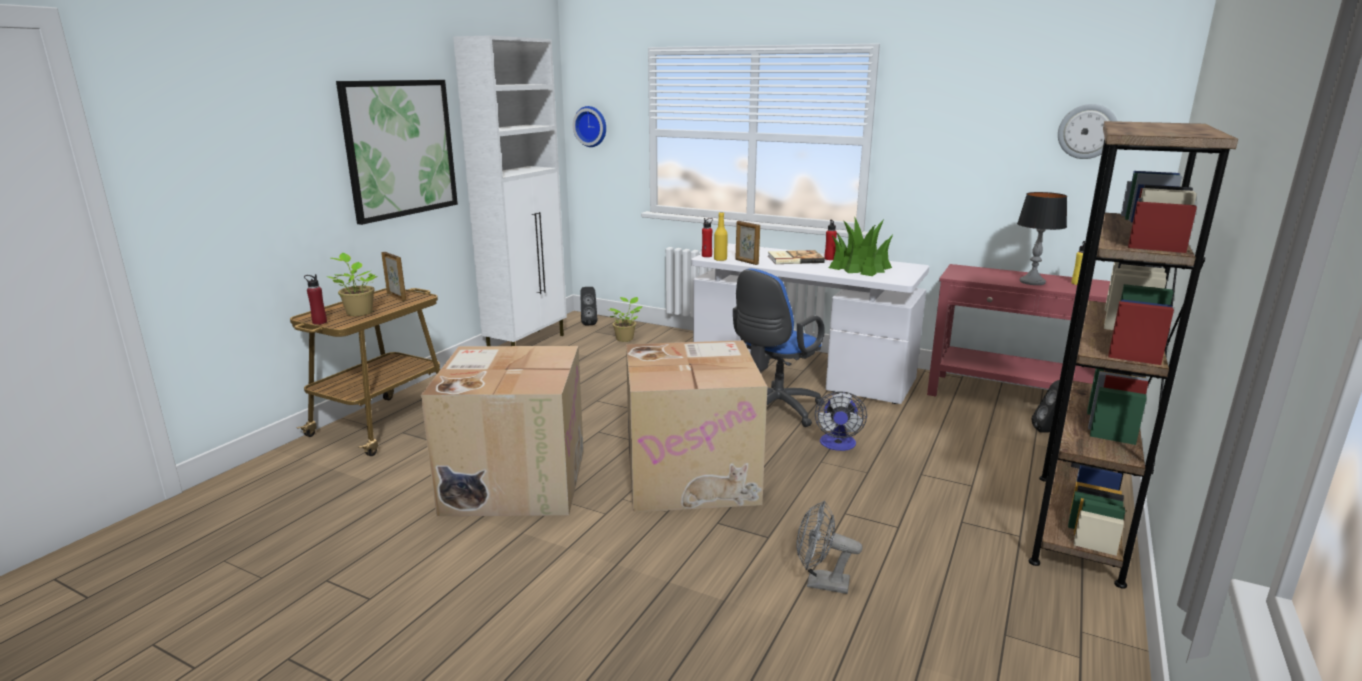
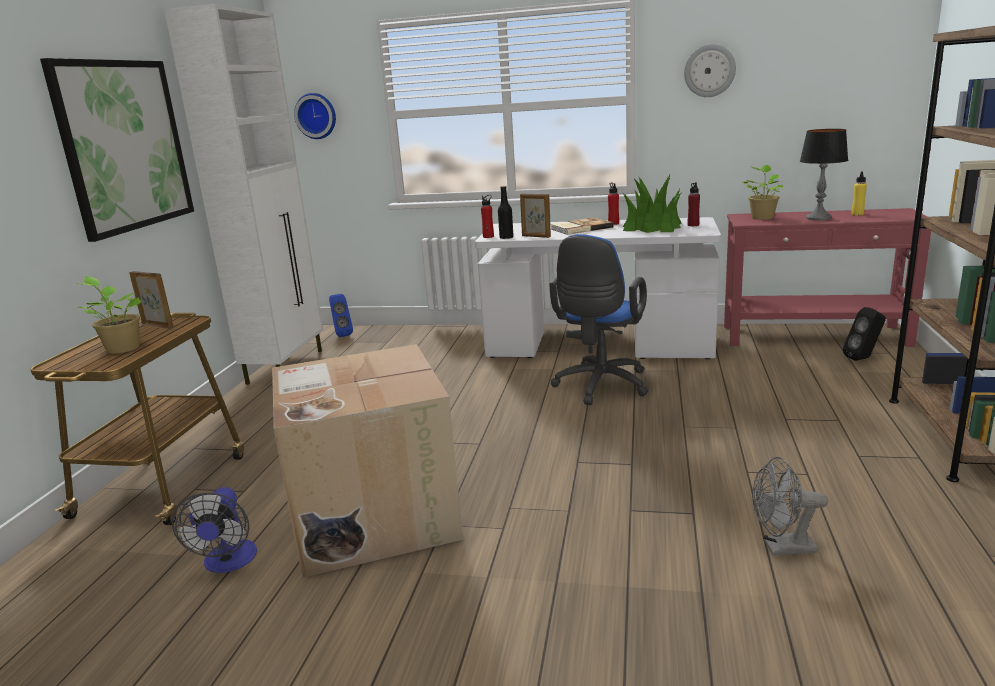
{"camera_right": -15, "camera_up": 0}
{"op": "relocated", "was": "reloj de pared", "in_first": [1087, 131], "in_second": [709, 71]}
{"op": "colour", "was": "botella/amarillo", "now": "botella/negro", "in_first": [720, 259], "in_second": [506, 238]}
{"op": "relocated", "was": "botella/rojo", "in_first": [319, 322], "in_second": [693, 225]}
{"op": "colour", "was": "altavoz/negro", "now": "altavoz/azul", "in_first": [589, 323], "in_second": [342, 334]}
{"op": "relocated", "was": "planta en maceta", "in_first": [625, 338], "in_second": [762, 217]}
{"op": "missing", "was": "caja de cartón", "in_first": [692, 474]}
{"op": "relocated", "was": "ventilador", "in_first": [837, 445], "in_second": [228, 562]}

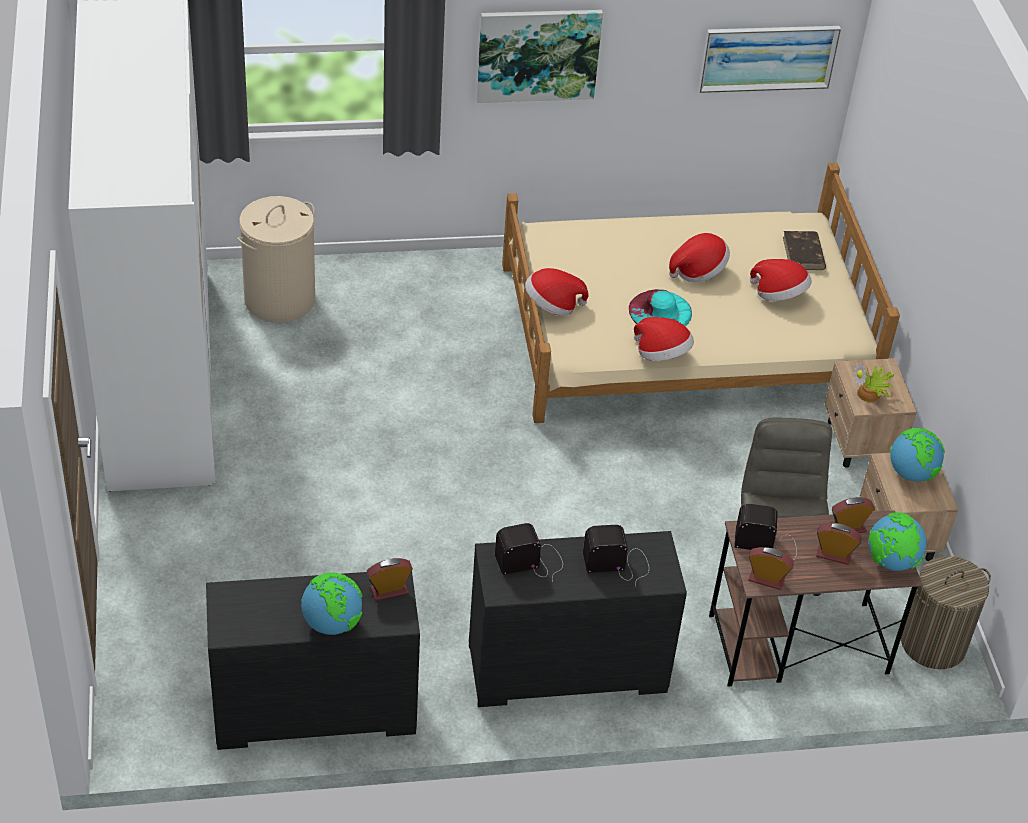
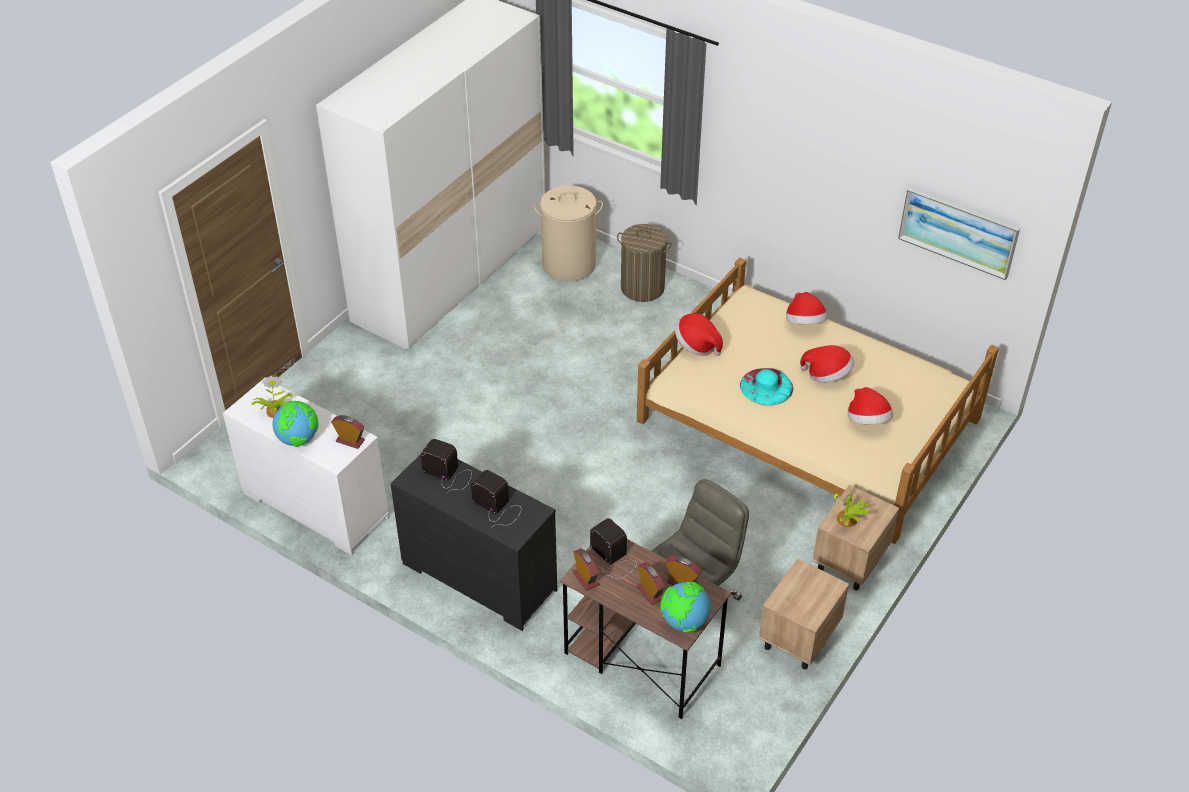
{"camera_right": 45, "camera_up": 0}
{"op": "missing", "was": "cuadro", "in_first": [538, 54]}
{"op": "missing", "was": "libro/marrón", "in_first": [803, 253]}
{"op": "relocated", "was": "sombrero", "in_first": [662, 354], "in_second": [805, 323]}
{"op": "missing", "was": "globo terráqueo", "in_first": [911, 473]}
{"op": "relocated", "was": "cesto de la ropa", "in_first": [933, 643], "in_second": [642, 288]}
{"op": "colour", "was": "cómoda/negro", "now": "cómoda/blanco", "in_first": [314, 711], "in_second": [314, 506]}
{"op": "appeared", "now": "planta en maceta", "in_second": [275, 411]}

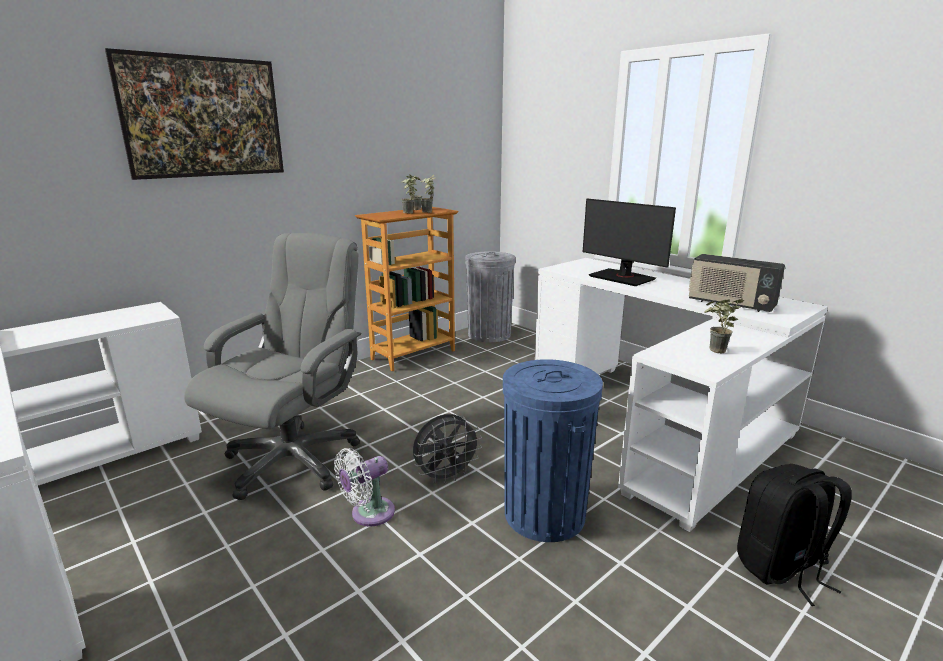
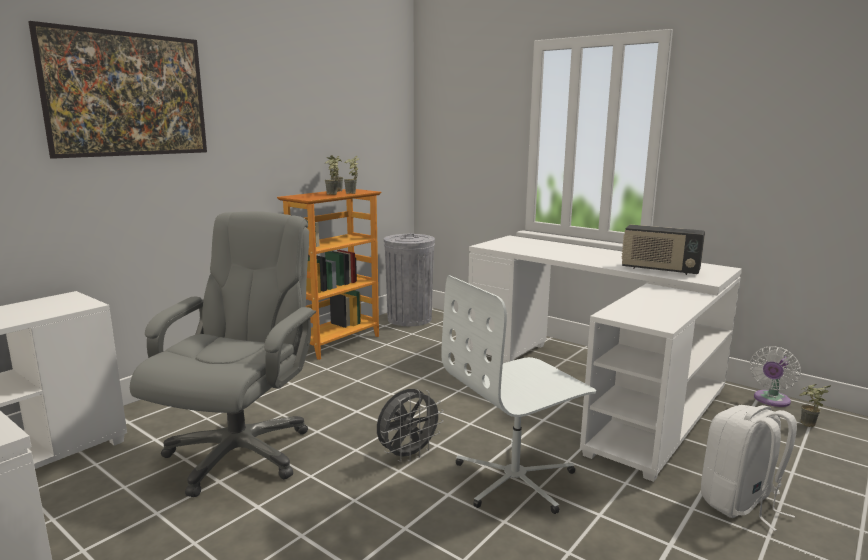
{"camera_right": -10, "camera_up": -5}
{"op": "missing", "was": "monitor", "in_first": [622, 278]}
{"op": "relocated", "was": "planta en maceta", "in_first": [714, 351], "in_second": [806, 425]}
{"op": "exchanged", "was": "papelera/azul", "now": "silla de oficina/blanco", "in_first": [544, 514], "in_second": [516, 479]}
{"op": "relocated", "was": "ventilador/blanco", "in_first": [368, 514], "in_second": [770, 400]}
{"op": "colour", "was": "mochila/negro", "now": "mochila/blanco", "in_first": [781, 568], "in_second": [740, 504]}

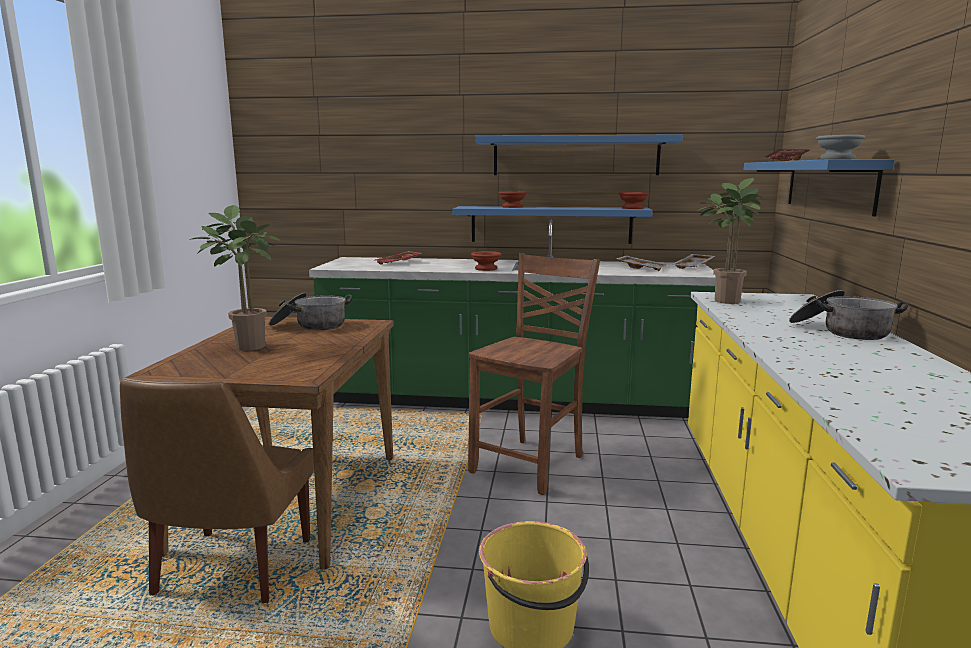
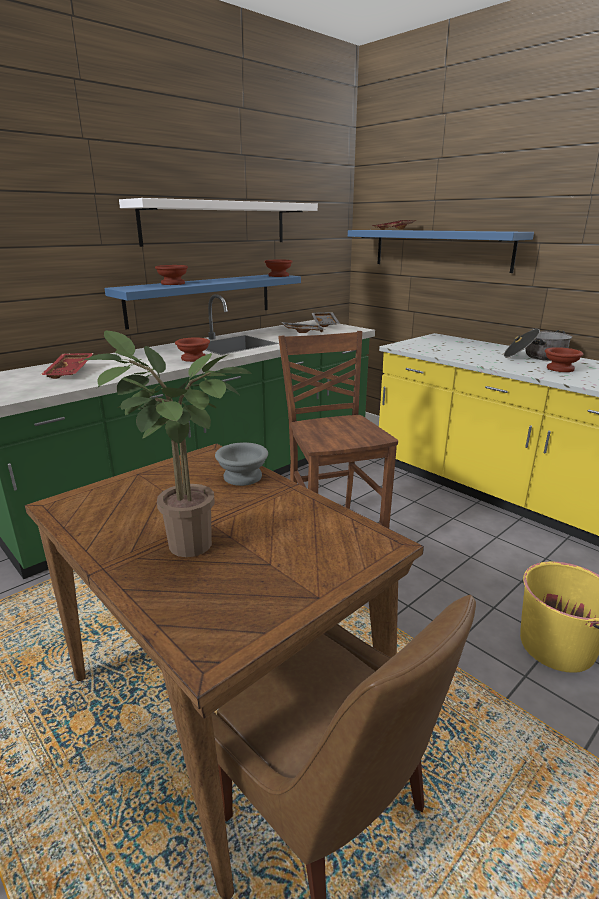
{"camera_right": -50, "camera_up": 10}
{"op": "colour", "was": "estante/azul", "now": "estante/blanco", "in_first": [575, 156], "in_second": [216, 223]}
{"op": "relocated", "was": "cuenco/gris", "in_first": [837, 159], "in_second": [242, 476]}
{"op": "missing", "was": "planta en maceta", "in_first": [724, 300]}
{"op": "missing", "was": "olla", "in_first": [310, 325]}
{"op": "appeared", "now": "cuenco/marrón", "in_second": [559, 369]}

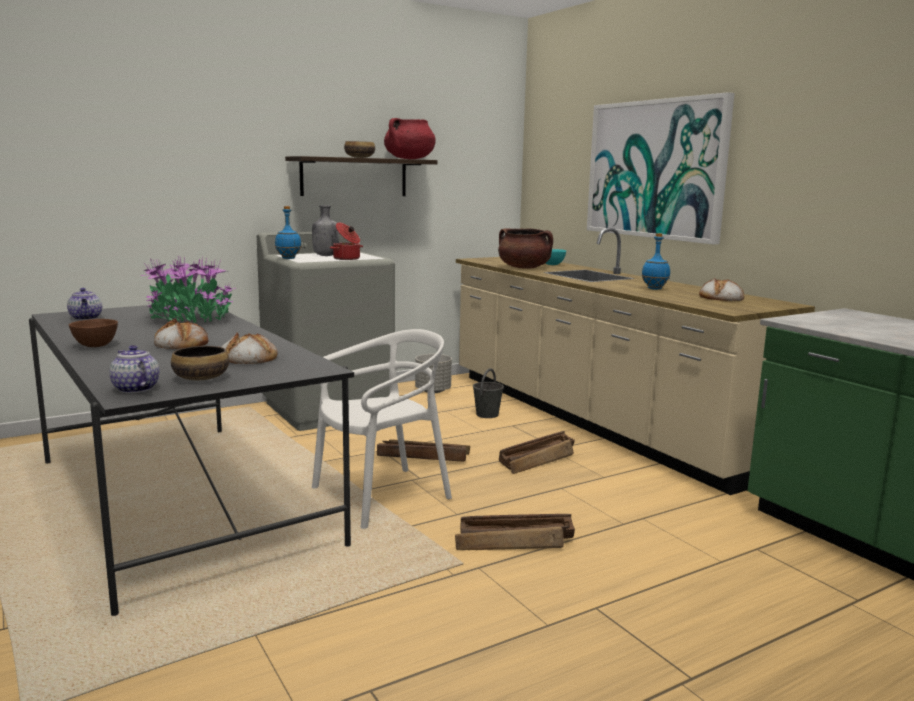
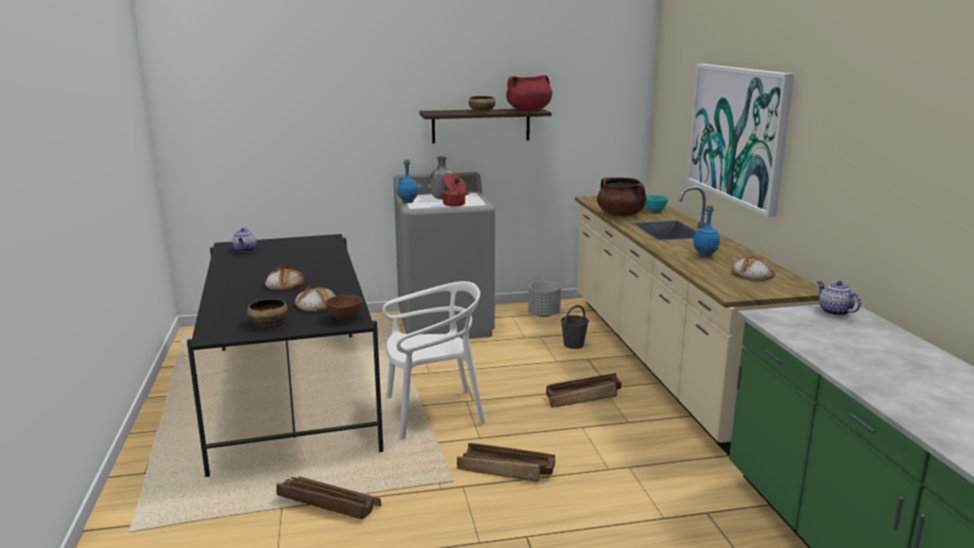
{"camera_right": 20, "camera_up": 5}
{"op": "missing", "was": "planta en maceta", "in_first": [190, 319]}
{"op": "relocated", "was": "cuenco/marrón", "in_first": [95, 346], "in_second": [344, 319]}
{"op": "relocated", "was": "tetera", "in_first": [135, 389], "in_second": [834, 311]}
{"op": "relocated", "was": "caja de embalaje", "in_first": [422, 459], "in_second": [328, 504]}

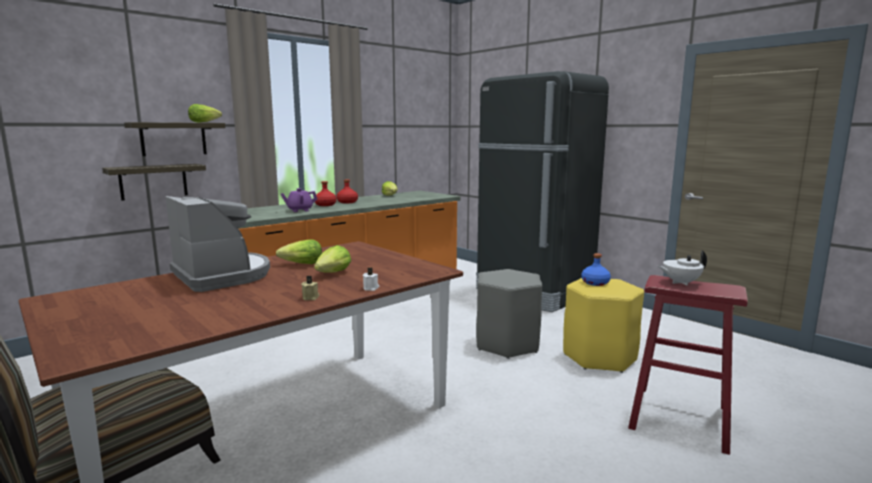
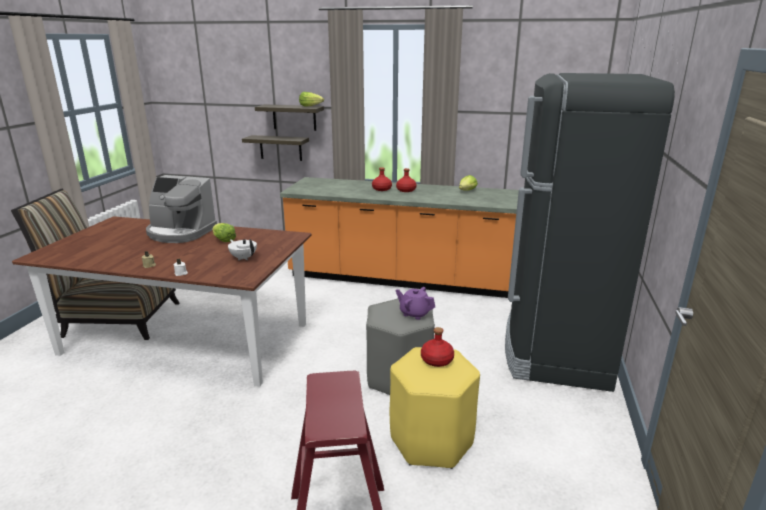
{"camera_right": 55, "camera_up": 10}
{"op": "relocated", "was": "tetera/morado", "in_first": [300, 210], "in_second": [414, 313]}
{"op": "spun", "was": "cafetera", "in_first": [222, 275], "in_second": [180, 232], "clockwise": 90}
{"op": "missing", "was": "lechuga", "in_first": [333, 273]}
{"op": "relocated", "was": "tetera/blanco", "in_first": [680, 282], "in_second": [243, 258]}
{"op": "colour", "was": "botella/azul", "now": "botella/rojo", "in_first": [595, 283], "in_second": [436, 360]}

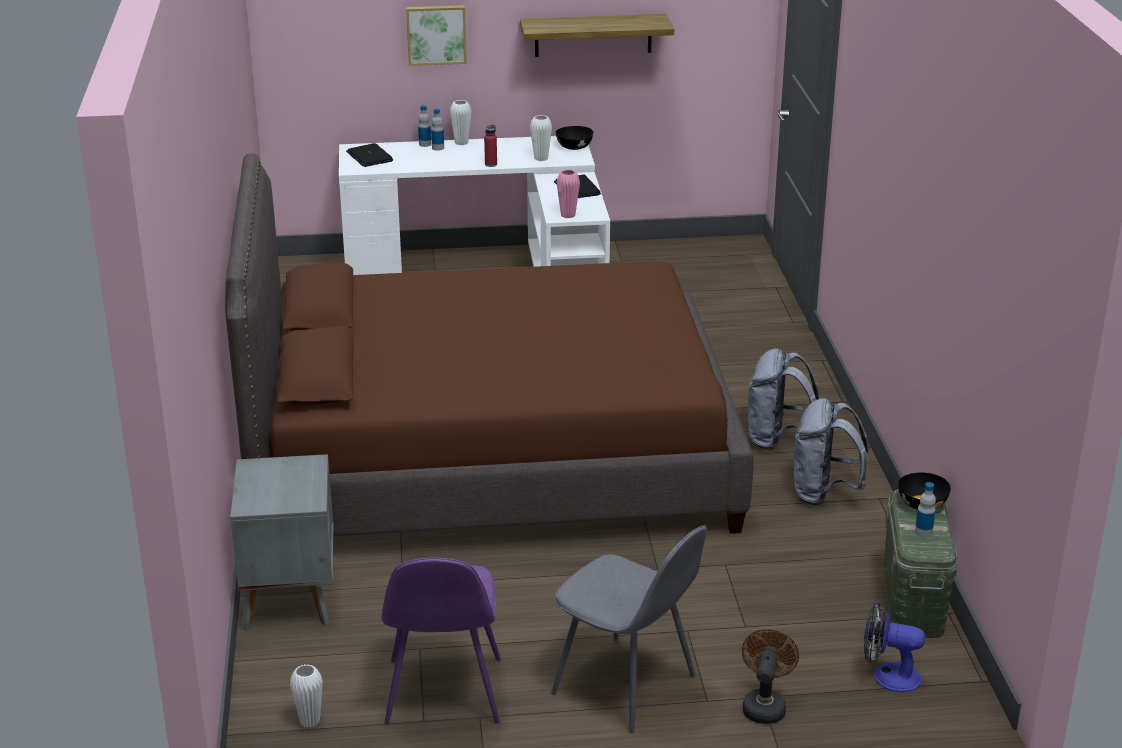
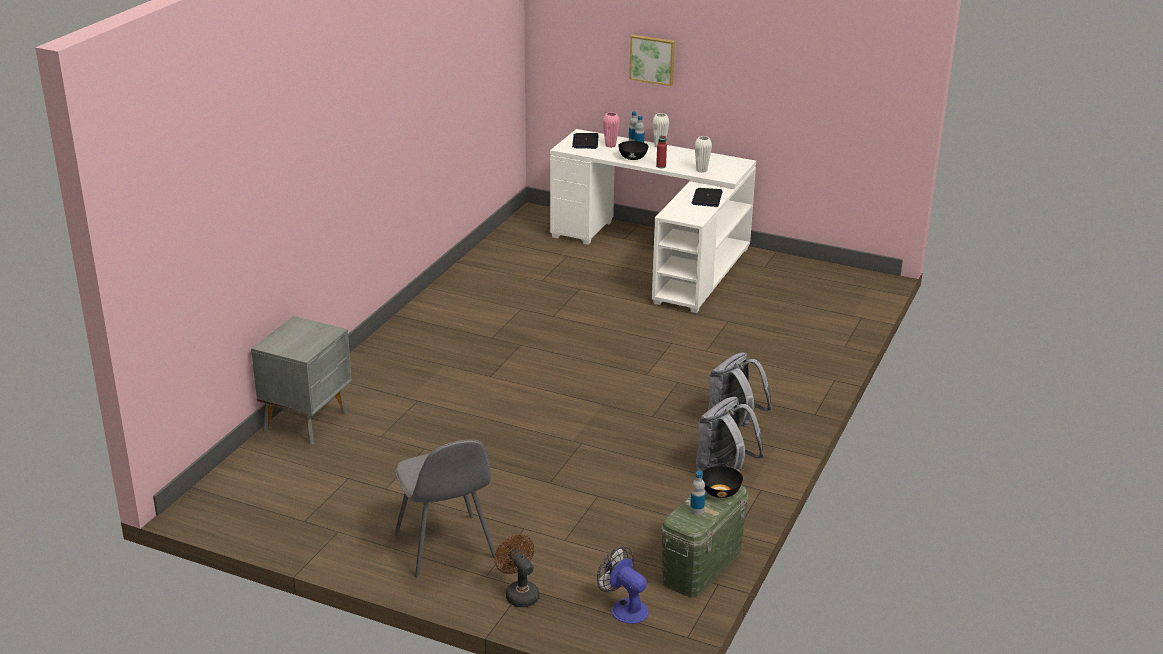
{"camera_right": 30, "camera_up": 0}
{"op": "missing", "was": "estante", "in_first": [593, 35]}
{"op": "relocated", "was": "cuenco/negro", "in_first": [574, 147], "in_second": [632, 158]}
{"op": "missing", "was": "cama/marrón", "in_first": [489, 457]}
{"op": "relocated", "was": "florero/rosa", "in_first": [568, 215], "in_second": [610, 145]}
{"op": "missing", "was": "silla/morado", "in_first": [443, 694]}
{"op": "spun", "was": "ventilador/marrón", "in_first": [764, 705], "in_second": [519, 593], "clockwise": -75}
{"op": "missing", "was": "florero/blanco", "in_first": [309, 721]}

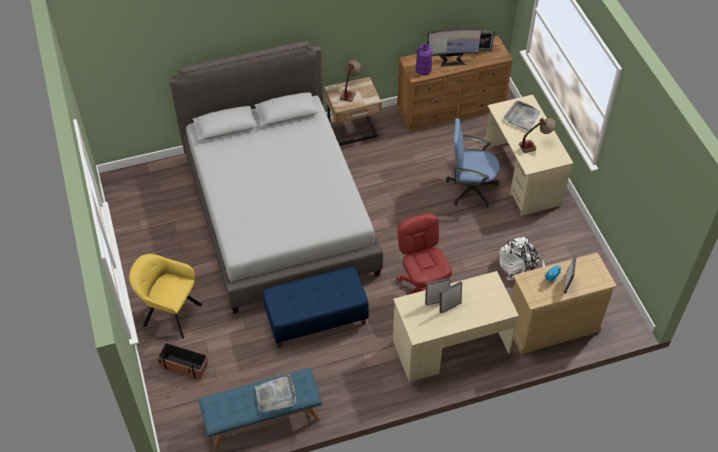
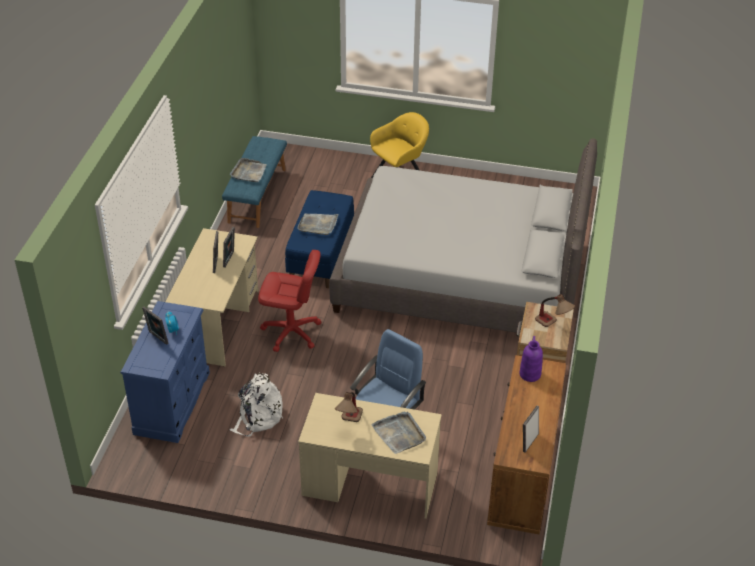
{"camera_right": 120, "camera_up": -10}
{"op": "missing", "was": "monitor", "in_first": [452, 59]}
{"op": "colour", "was": "cómoda/beis", "now": "cómoda/azul", "in_first": [552, 325], "in_second": [172, 403]}
{"op": "missing", "was": "maceta", "in_first": [184, 366]}
{"op": "appeared", "now": "bandeja/gris", "in_second": [318, 225]}

